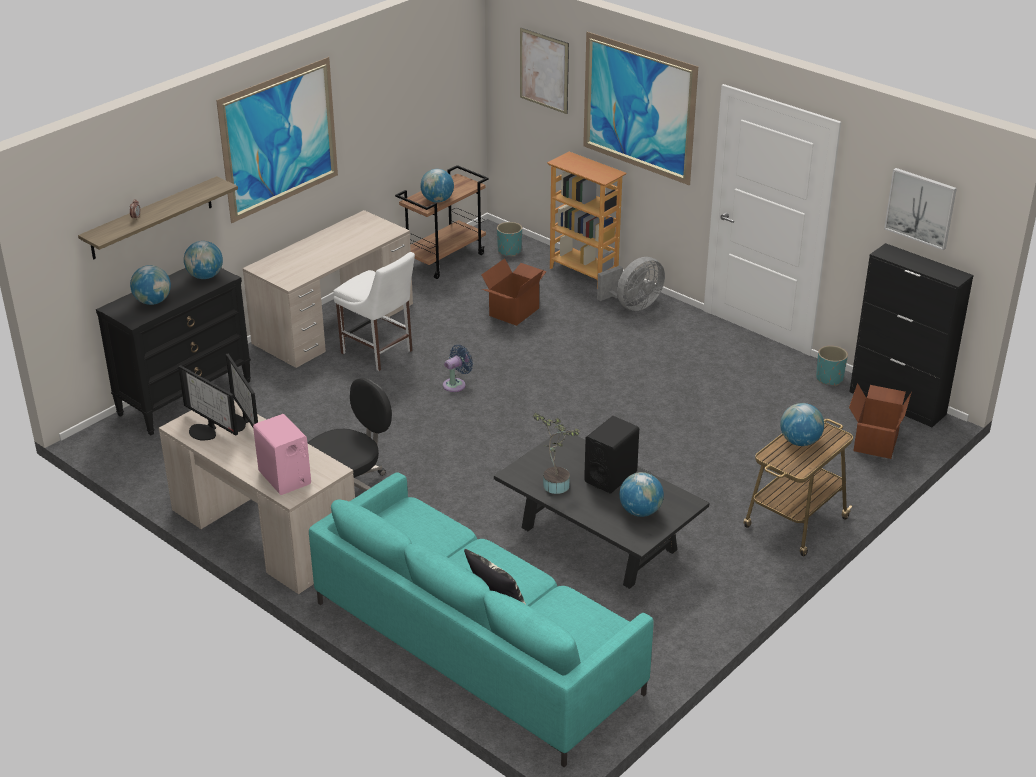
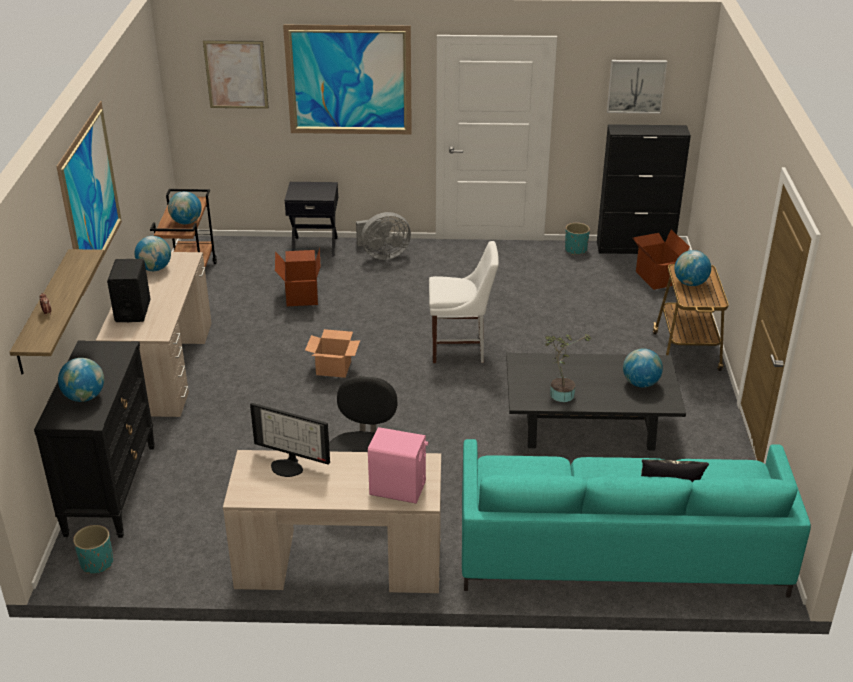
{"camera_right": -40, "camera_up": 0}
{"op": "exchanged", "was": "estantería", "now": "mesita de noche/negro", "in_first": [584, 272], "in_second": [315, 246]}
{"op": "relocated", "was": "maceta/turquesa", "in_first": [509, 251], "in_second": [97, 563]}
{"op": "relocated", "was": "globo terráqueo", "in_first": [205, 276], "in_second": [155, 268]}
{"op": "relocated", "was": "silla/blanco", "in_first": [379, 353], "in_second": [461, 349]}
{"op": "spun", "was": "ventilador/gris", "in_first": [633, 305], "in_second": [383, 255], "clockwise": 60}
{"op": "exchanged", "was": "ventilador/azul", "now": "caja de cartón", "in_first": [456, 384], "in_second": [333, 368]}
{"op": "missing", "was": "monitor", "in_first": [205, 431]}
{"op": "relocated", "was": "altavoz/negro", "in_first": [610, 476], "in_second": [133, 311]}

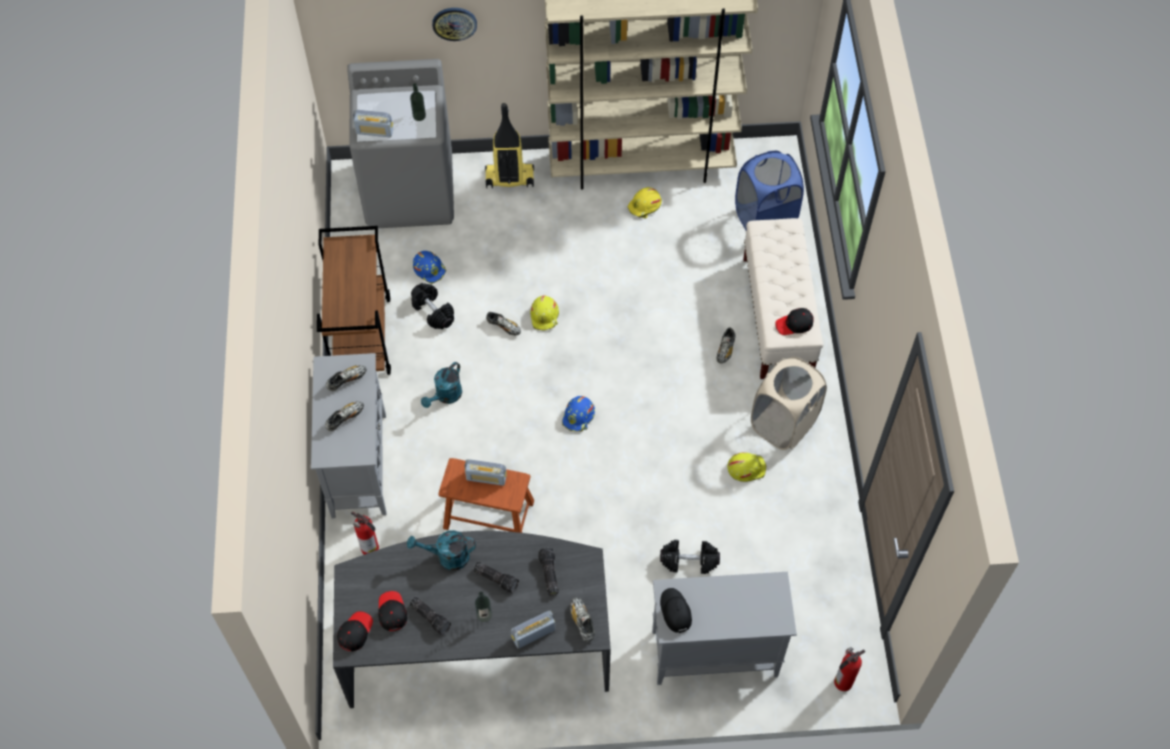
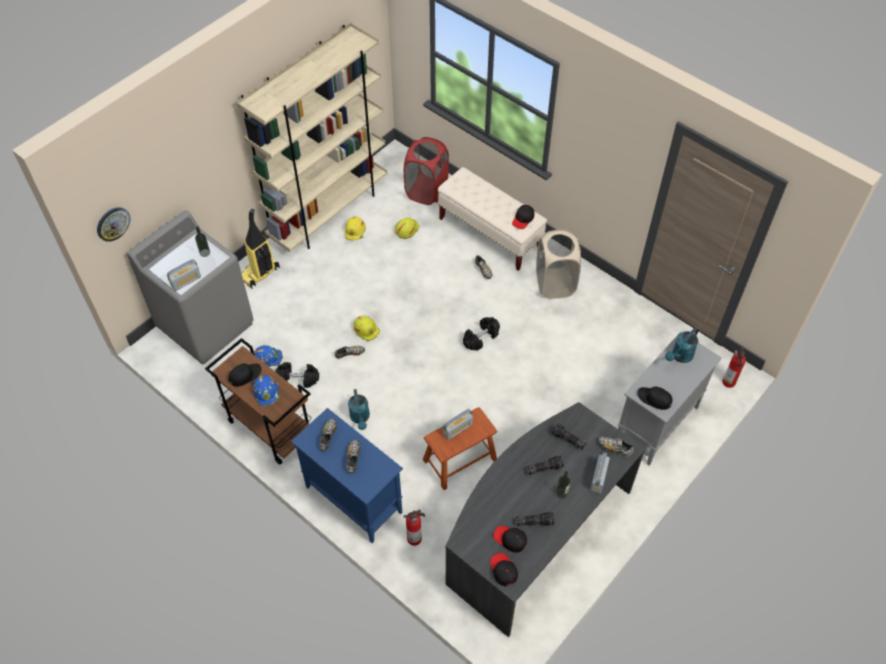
{"camera_right": -45, "camera_up": -5}
{"op": "relocated", "was": "reloj de pared", "in_first": [454, 23], "in_second": [112, 223]}
{"op": "colour", "was": "cesto de la ropa/azul", "now": "cesto de la ropa/rojo", "in_first": [765, 218], "in_second": [426, 191]}
{"op": "colour", "was": "armario/gris", "now": "armario/azul", "in_first": [359, 464], "in_second": [353, 499]}
{"op": "relocated", "was": "casco/azul", "in_first": [579, 417], "in_second": [267, 393]}
{"op": "relocated", "was": "casco/amarillo", "in_first": [746, 468], "in_second": [406, 229]}
{"op": "relocated", "was": "regadera/turquesa", "in_first": [447, 557], "in_second": [680, 356]}
{"op": "relocated", "was": "mancuerna/negro", "in_first": [689, 561], "in_second": [481, 338]}
{"op": "appeared", "now": "gorra/negro", "in_second": [245, 375]}

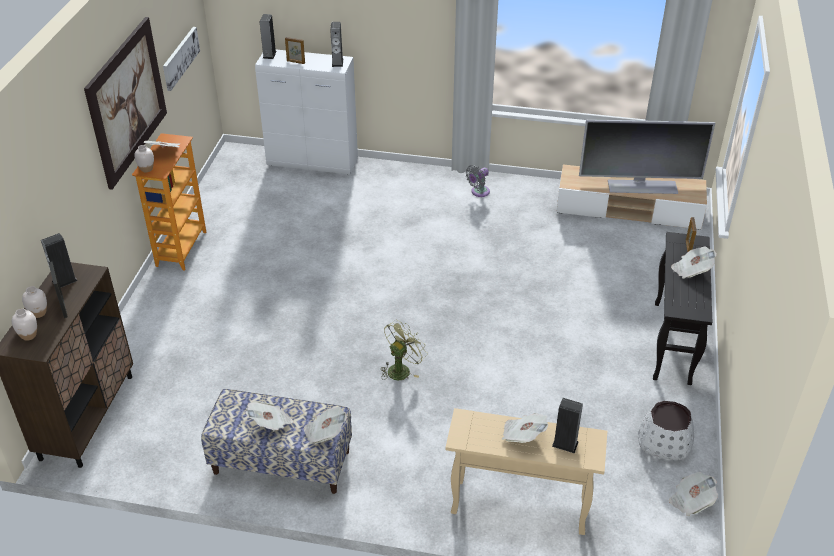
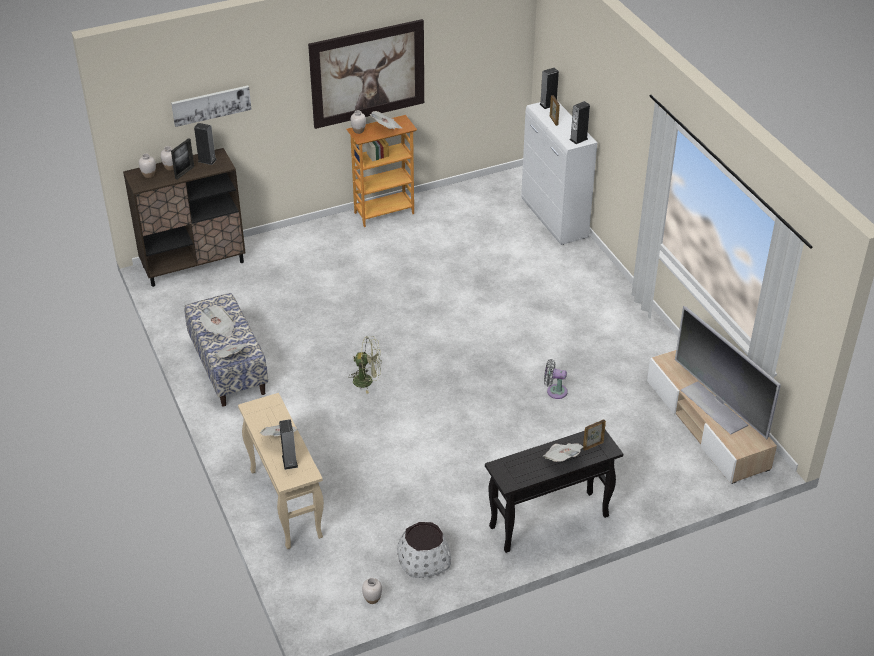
{"camera_right": 55, "camera_up": 0}
{"op": "relocated", "was": "cuadro", "in_first": [180, 58], "in_second": [211, 105]}
{"op": "relocated", "was": "ventilador/gris", "in_first": [478, 192], "in_second": [554, 391]}
{"op": "exchanged", "was": "periódico", "now": "florero/blanco", "in_first": [691, 501], "in_second": [372, 599]}

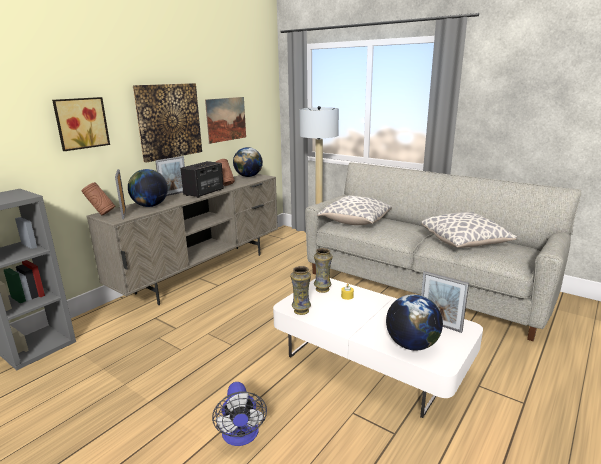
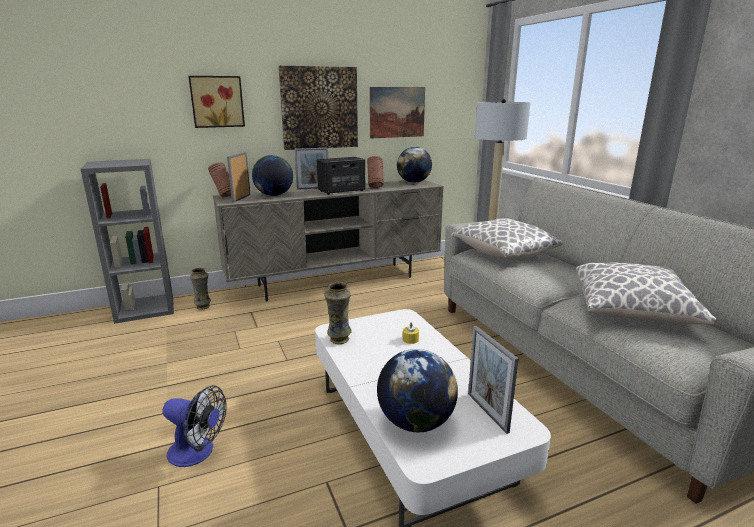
{"camera_right": 30, "camera_up": 0}
{"op": "relocated", "was": "florero", "in_first": [323, 289], "in_second": [203, 307]}
{"op": "spun", "was": "ventilador", "in_first": [241, 436], "in_second": [198, 453], "clockwise": -90}

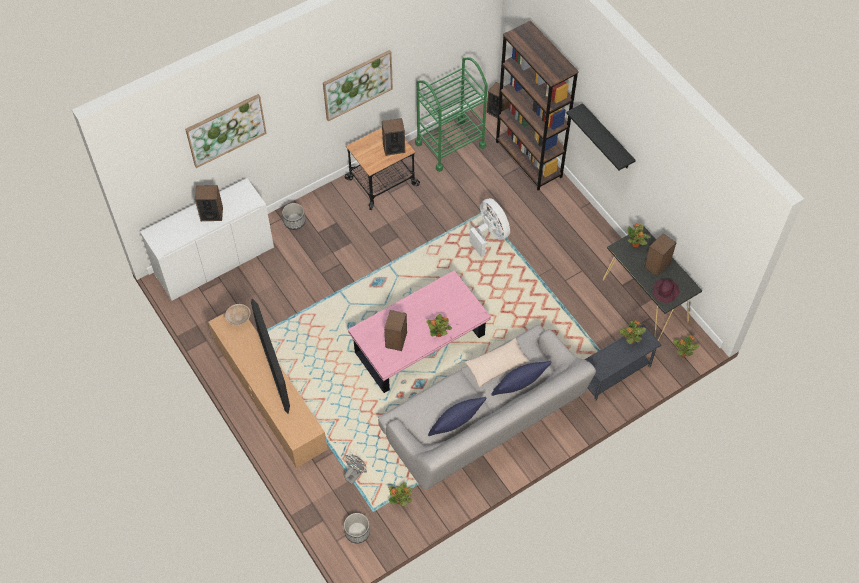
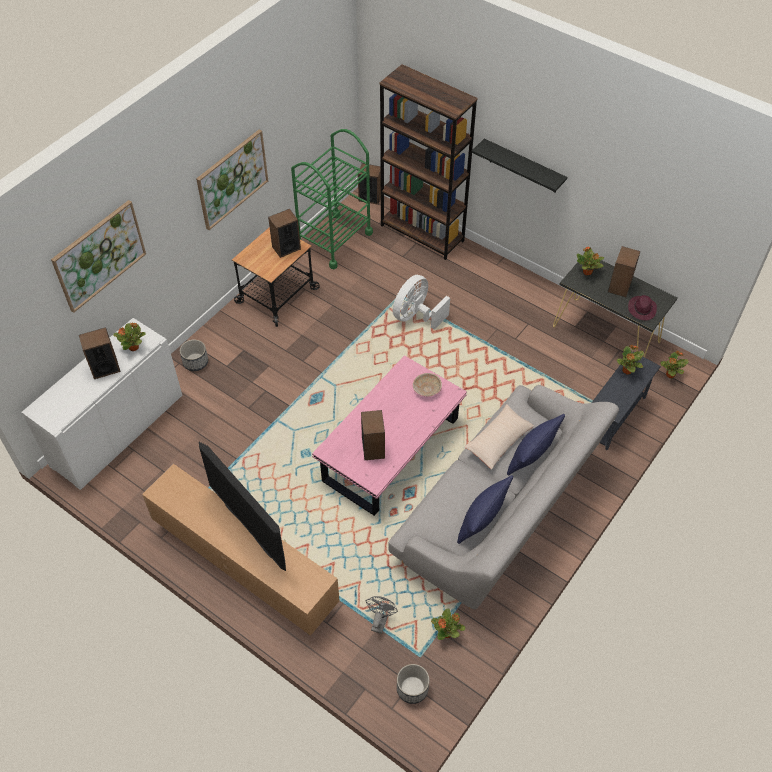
{"camera_right": -20, "camera_up": -5}
{"op": "spun", "was": "ventilador/blanco", "in_first": [490, 235], "in_second": [416, 316], "clockwise": -90}
{"op": "relocated", "was": "cuenco/beis", "in_first": [238, 318], "in_second": [426, 389]}
{"op": "relocated", "was": "planta en maceta", "in_first": [439, 333], "in_second": [134, 347]}

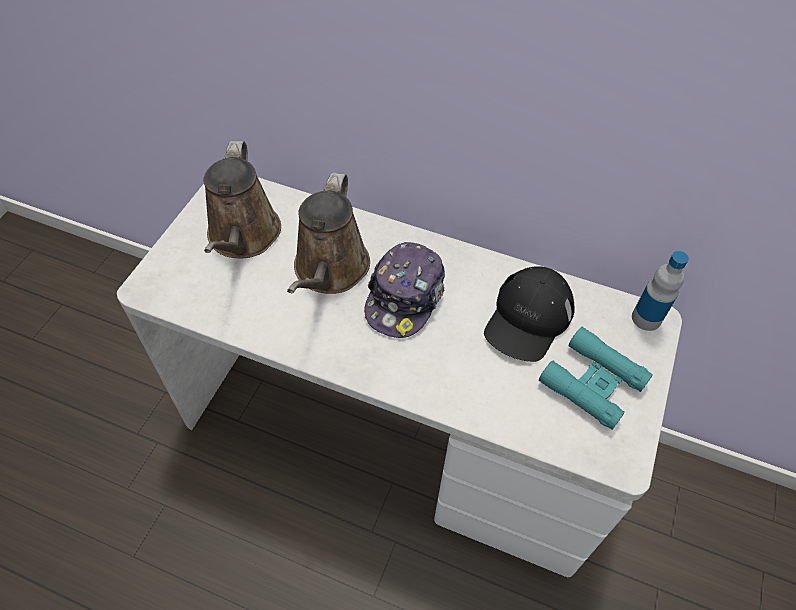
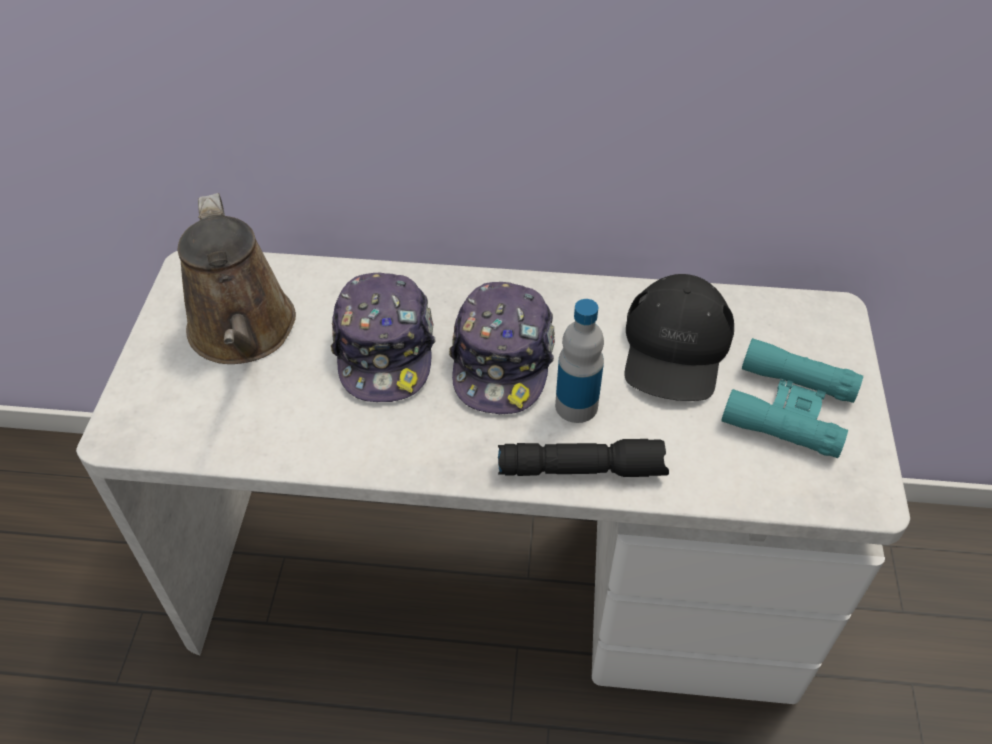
{"camera_right": -15, "camera_up": -5}
{"op": "exchanged", "was": "regadera/marrón", "now": "gorra", "in_first": [330, 271], "in_second": [385, 349]}
{"op": "relocated", "was": "botella", "in_first": [646, 318], "in_second": [576, 406]}
{"op": "appeared", "now": "linterna/negro", "in_second": [582, 468]}

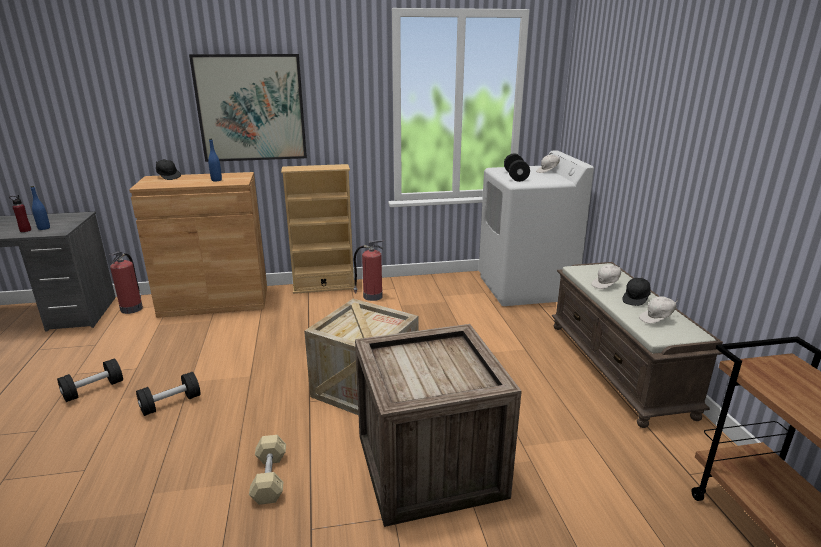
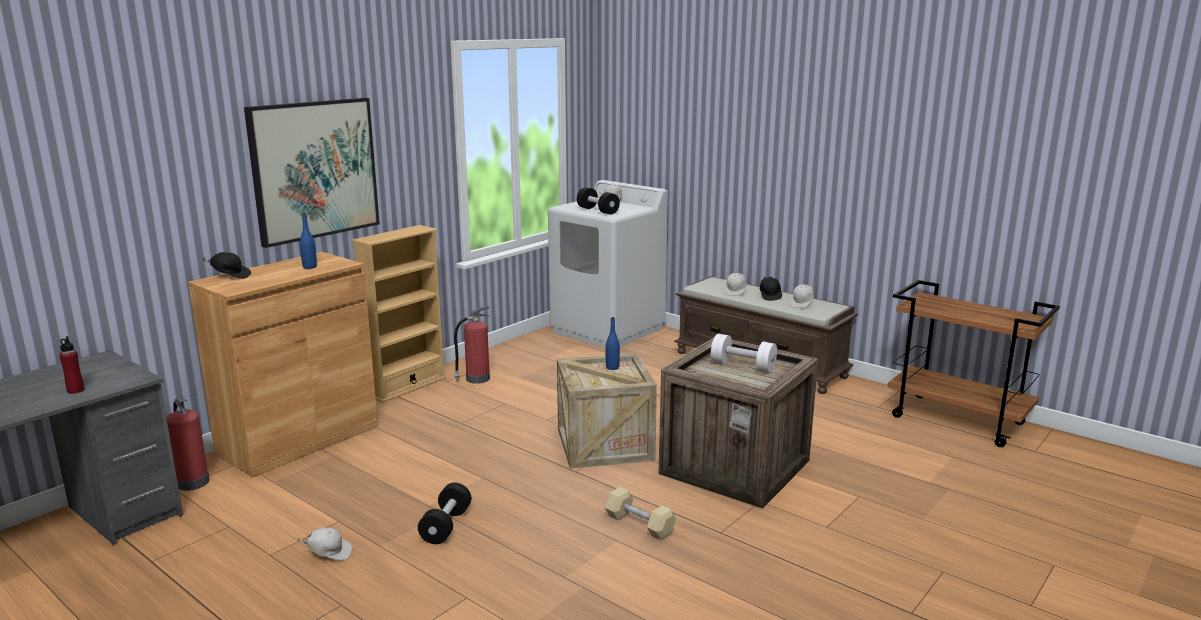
{"camera_right": -40, "camera_up": -5}
{"op": "relocated", "was": "botella/azul", "in_first": [44, 228], "in_second": [612, 367]}
{"op": "exchanged", "was": "mancuerna/negro", "now": "gorra/blanco", "in_first": [93, 390], "in_second": [329, 554]}
{"op": "appeared", "now": "mancuerna/blanco", "in_second": [743, 366]}

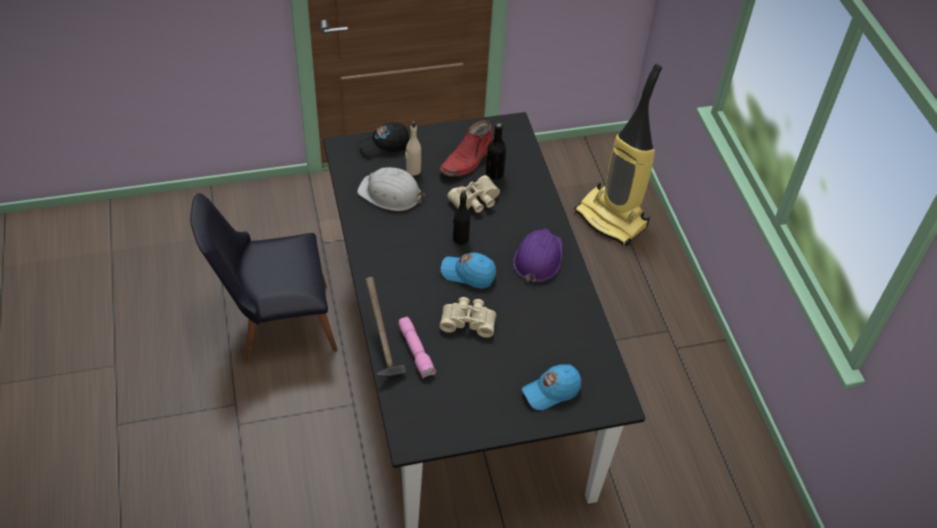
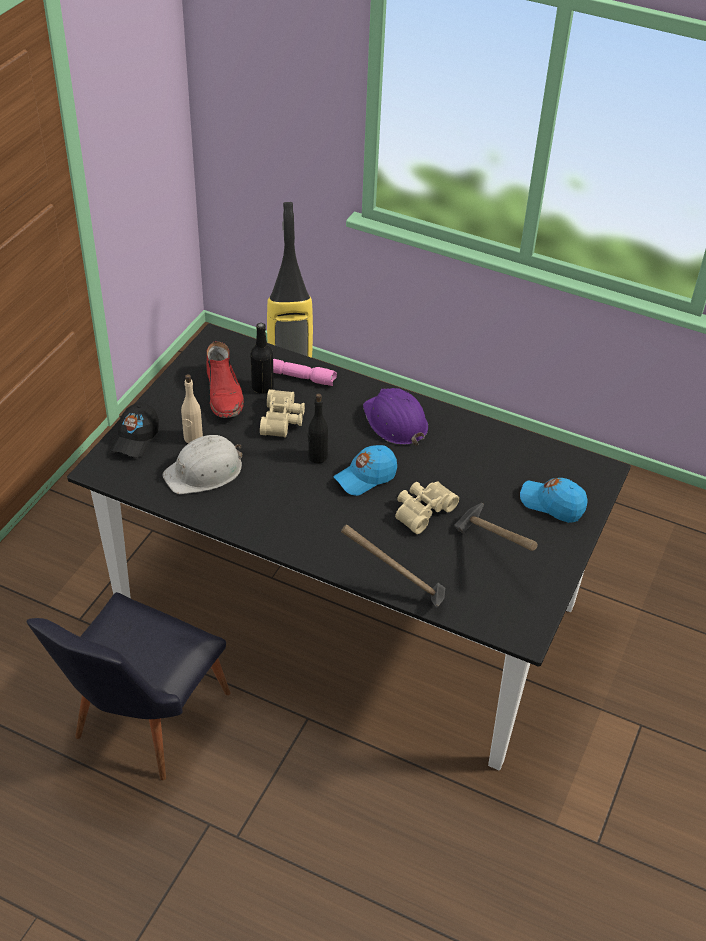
{"camera_right": -50, "camera_up": -5}
{"op": "relocated", "was": "linterna/rosa", "in_first": [416, 351], "in_second": [300, 377]}
{"op": "spun", "was": "gorra/azul", "in_first": [551, 391], "in_second": [552, 504], "clockwise": 105}
{"op": "appeared", "now": "martillo", "in_second": [492, 551]}

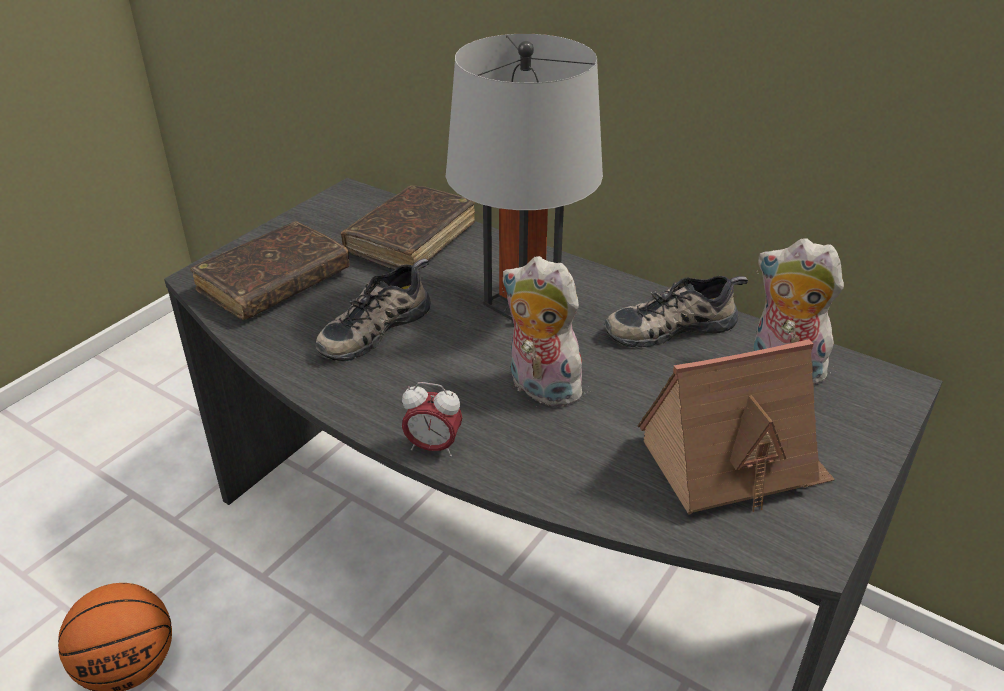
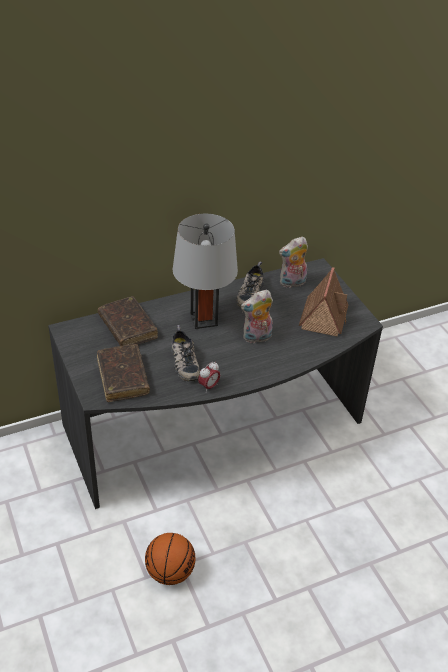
{"camera_right": -60, "camera_up": 5}
{"op": "relocated", "was": "despertador", "in_first": [433, 447], "in_second": [209, 386]}

